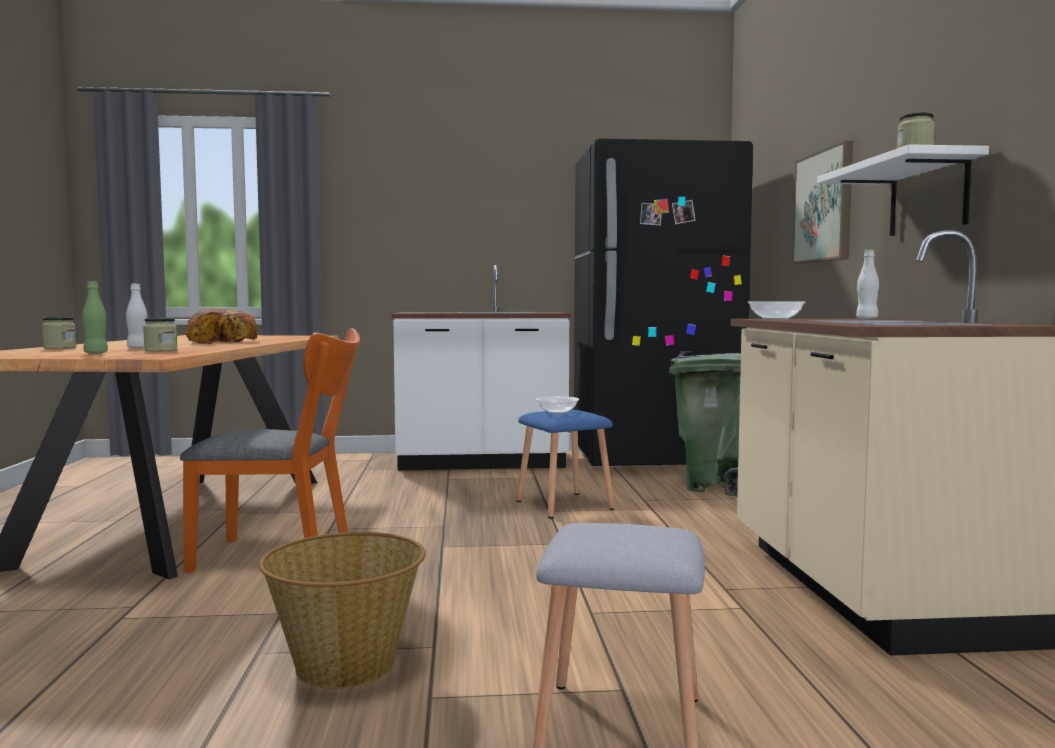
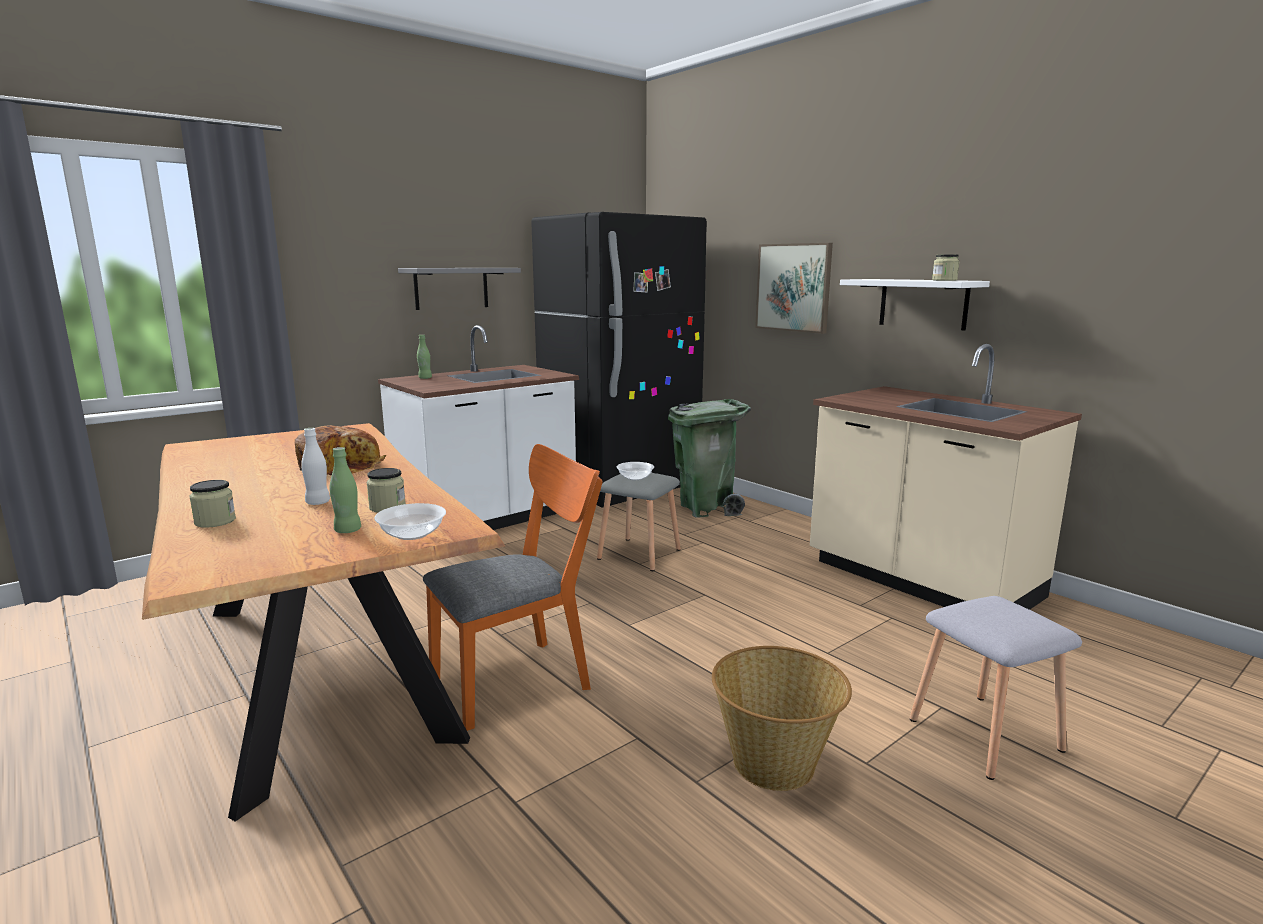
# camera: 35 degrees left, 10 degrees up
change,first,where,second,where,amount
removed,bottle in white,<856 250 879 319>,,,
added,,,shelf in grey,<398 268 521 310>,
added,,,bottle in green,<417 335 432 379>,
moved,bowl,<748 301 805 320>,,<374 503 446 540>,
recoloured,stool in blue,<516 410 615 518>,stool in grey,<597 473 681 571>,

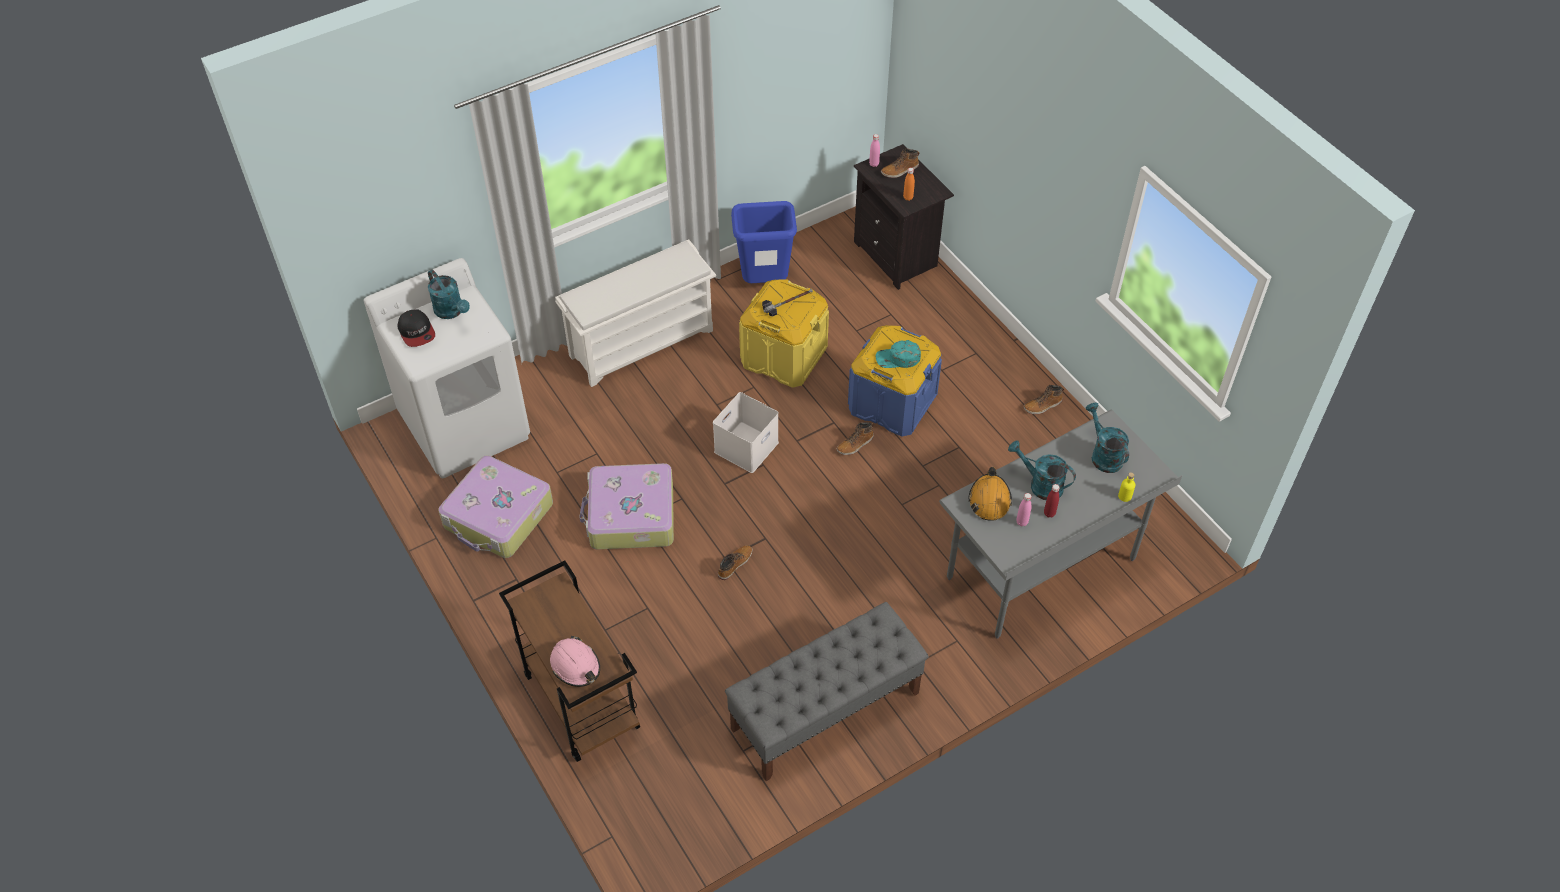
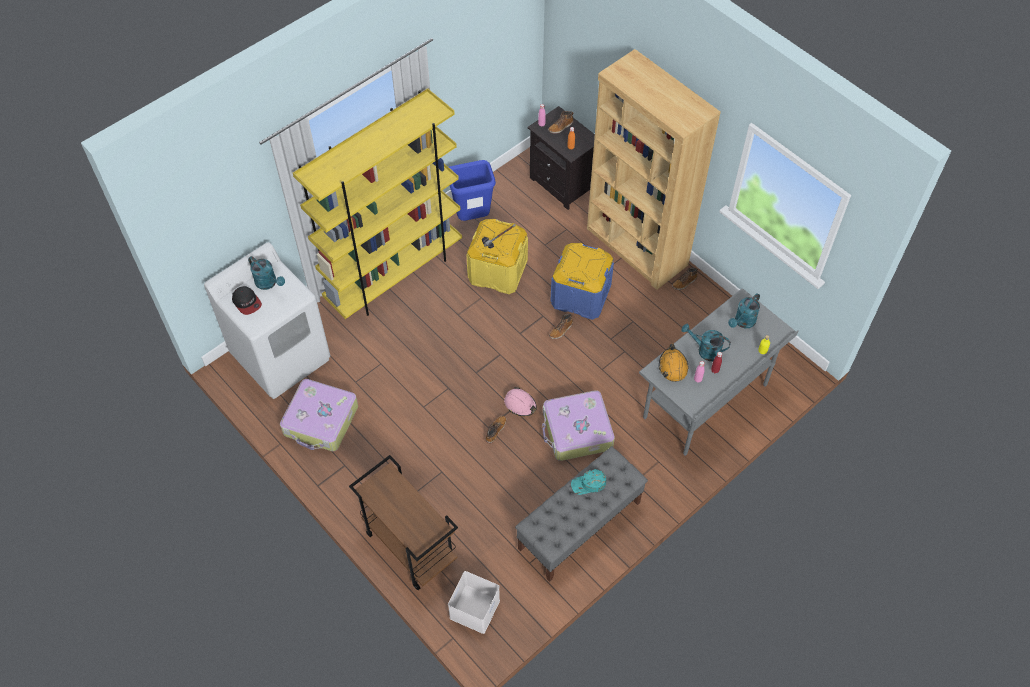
# camera: 10 degrees left, 5 degrees up
change,first,where,second,where,amount
added,,,bookcase in brown,<587 49 721 290>,
moved,hard hat in pink,<550 636 600 687>,,<504 387 537 417>,
moved,suitcase,<579 463 674 549>,,<542 390 615 461>,
moved,storage box in white,<713 392 779 473>,,<448 571 500 634>,
moved,cap in turquoise,<876 340 921 368>,,<571 469 606 495>,
replaced,shoe rack in white,<555 240 716 387>,bookcase in yellow,<293 88 462 319>,
turned,watering can in turquoise,<1085 402 1129 473>,,<728 293 760 328>,105 degrees counterclockwise

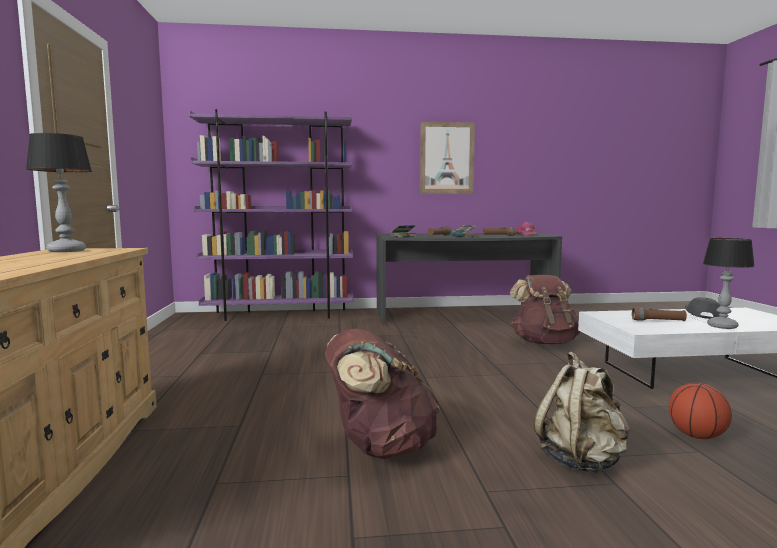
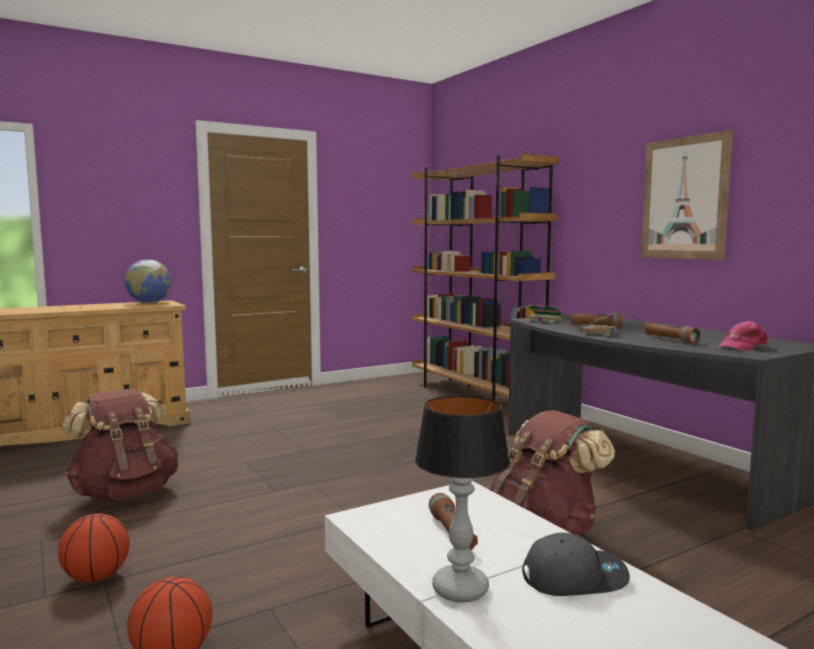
# camera: 65 degrees right, 0 degrees up
change,first,where,second,where,amount
replaced,table lamp,<26 133 92 252>,globe,<125 259 172 303>,
replaced,backpack in beige,<534 351 630 473>,basketball,<58 514 130 583>,
recoloured,bookcase in purple,<189 109 354 321>,bookcase in brown,<412 153 559 400>,

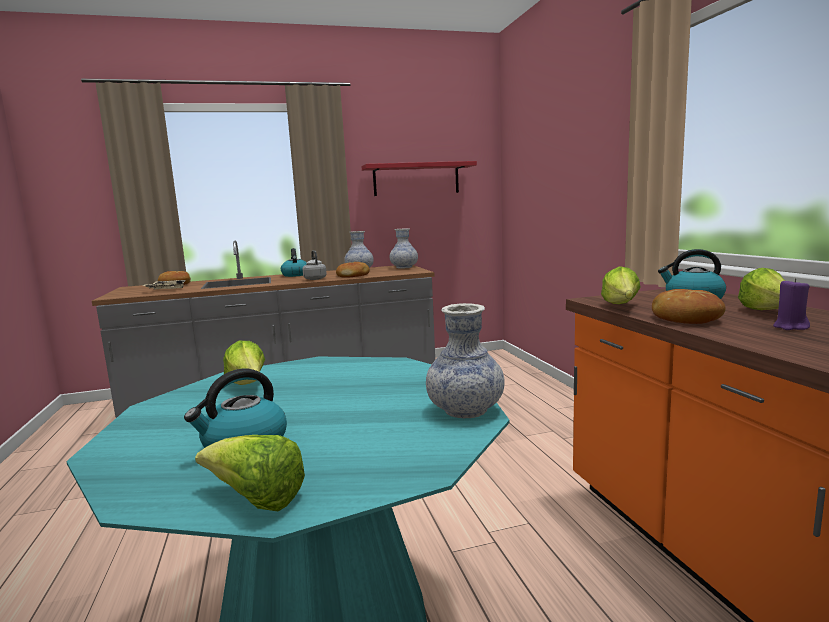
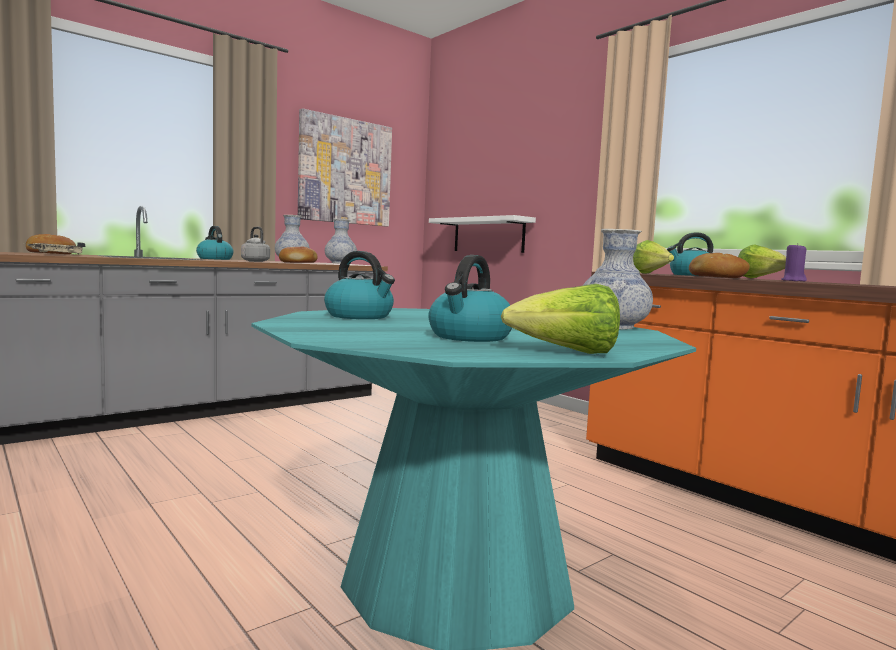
# camera: 25 degrees left, 5 degrees down
change,first,where,second,where,amount
added,,,shelf in white,<429 215 536 253>,
replaced,lettuce,<223 341 265 385>,kettle,<324 251 395 319>,
replaced,shelf in red,<361 161 477 196>,picture,<298 108 392 226>,

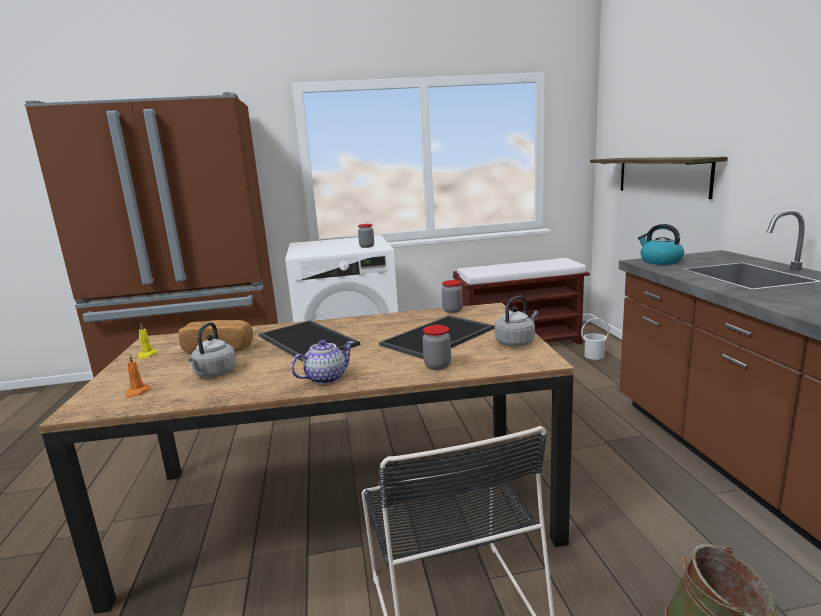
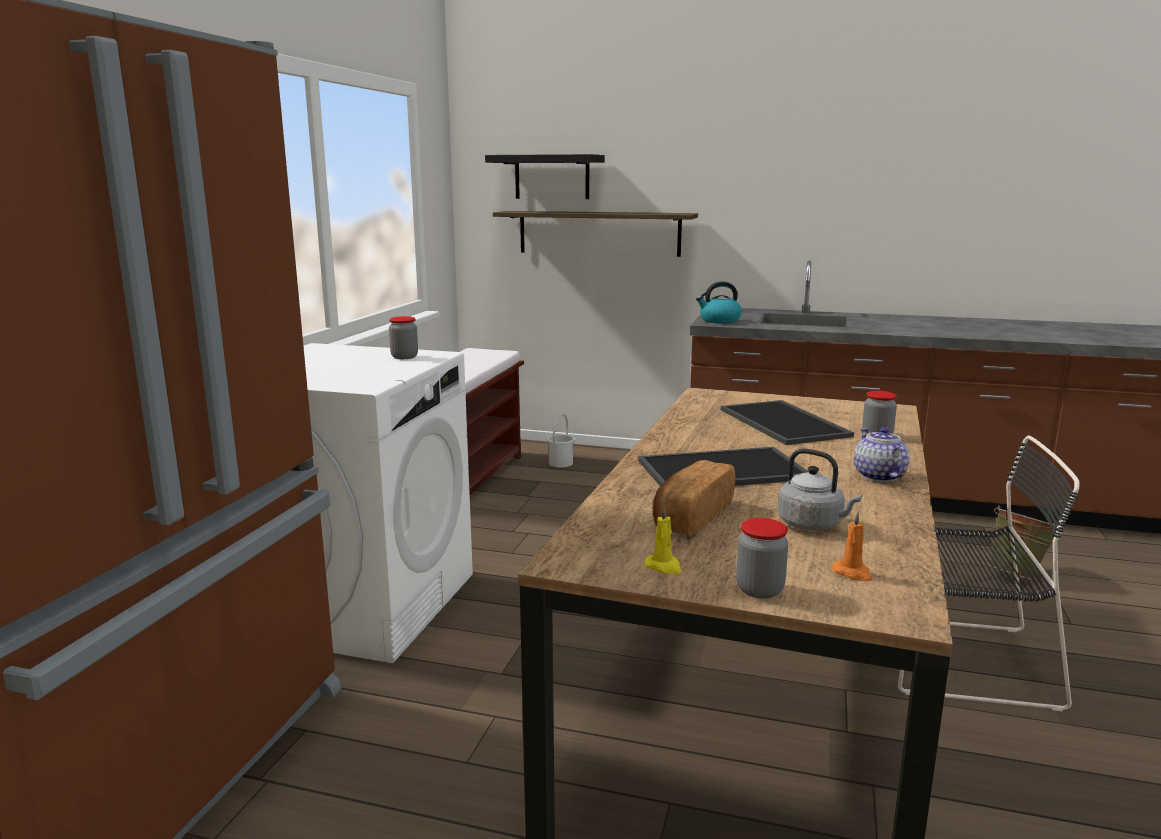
# camera: 65 degrees left, 0 degrees up
change,first,where,second,where,amount
removed,kettle in grey,<495 295 538 347>,,,
added,,,shelf in black,<485 154 605 199>,
moved,jar,<442 280 463 313>,,<736 518 788 599>,

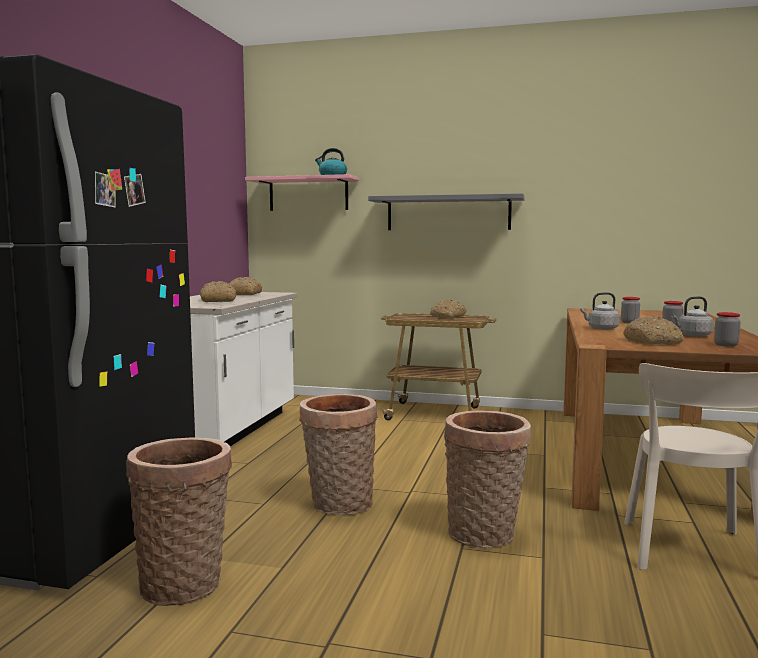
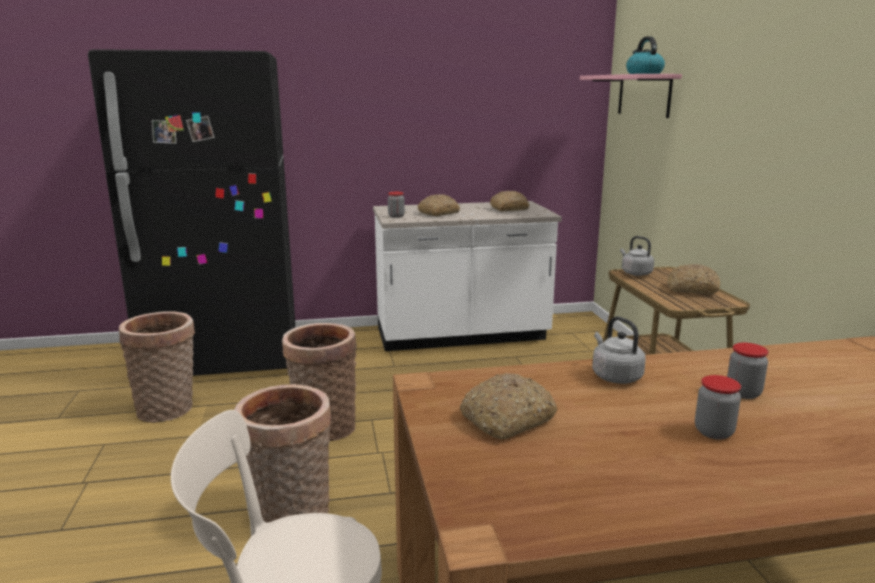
# camera: 65 degrees right, 10 degrees up
change,first,where,second,where,amount
removed,shelf in grey,<368 193 525 230>,,,
moved,kettle in grey,<671 296 714 337>,,<620 236 654 276>,
moved,jar,<714 312 741 347>,,<388 192 405 218>,

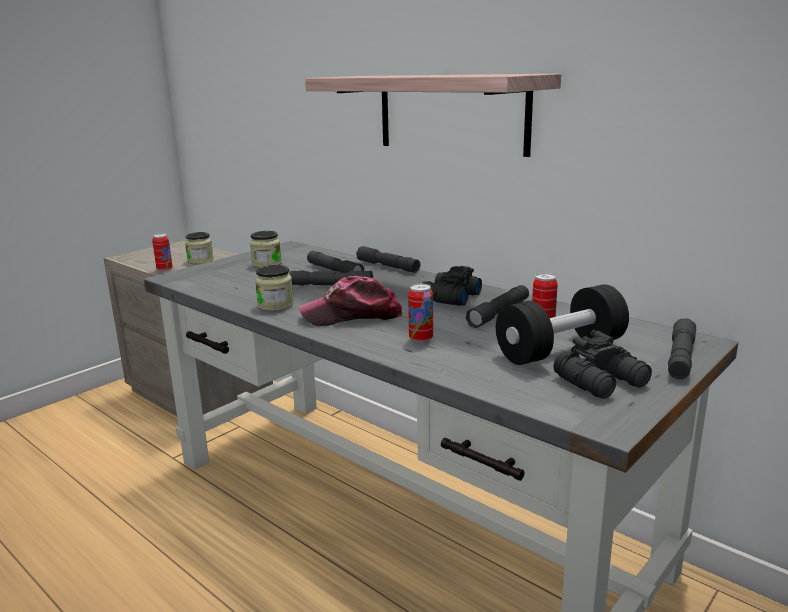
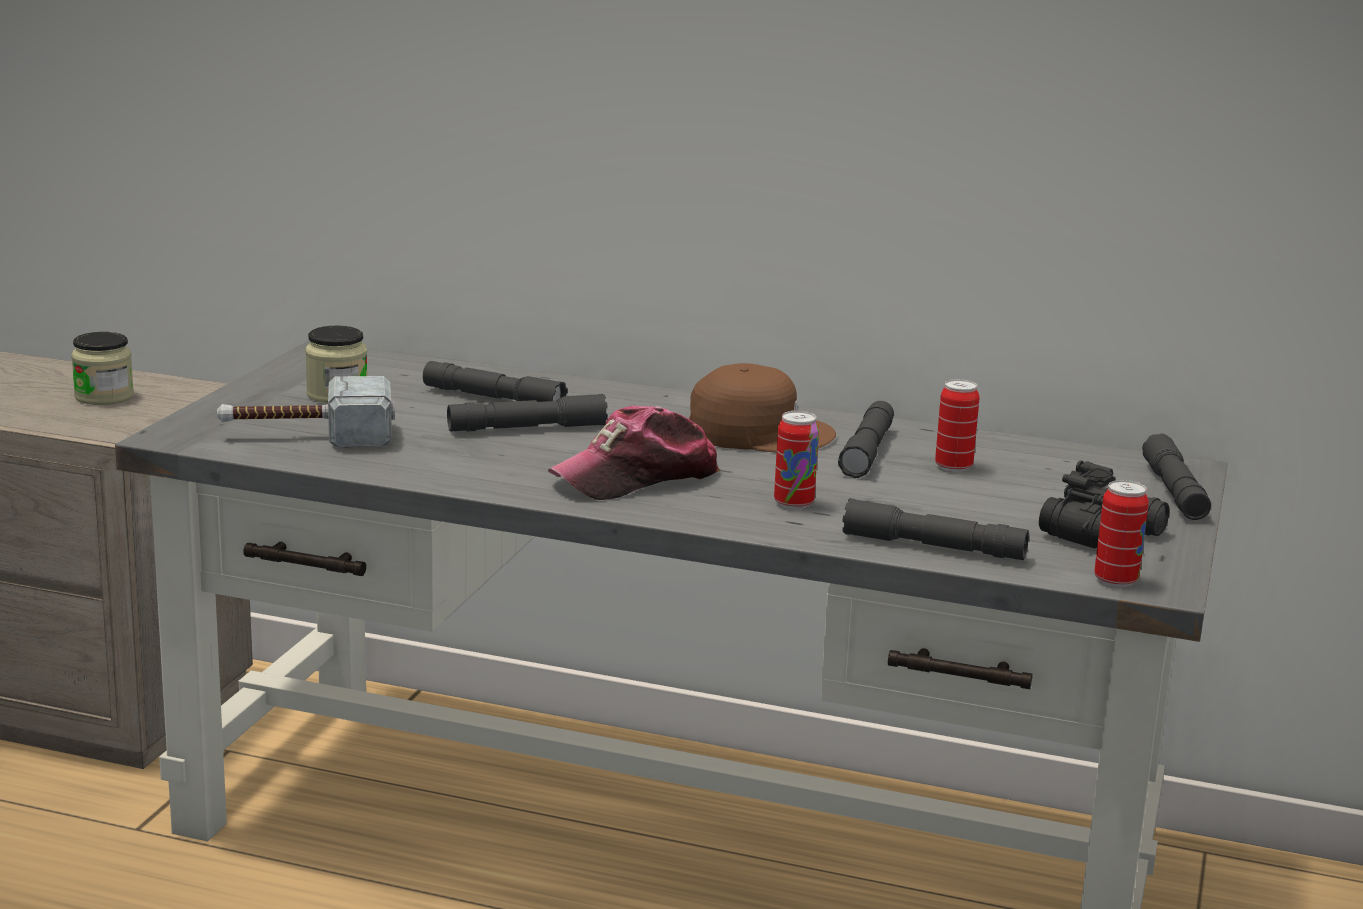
# camera: 25 degrees left, 0 degrees up
change,first,where,second,where,amount
removed,jar,<255 265 294 311>,,,
removed,shelf,<305 74 561 157>,,,
removed,dumbbell in black,<496 284 629 365>,,,
added,,,hammer,<217 376 395 447>,
moved,can,<152 234 173 272>,,<1094 480 1149 587>,
moved,flashlight in grey,<356 246 420 273>,,<842 498 1029 560>,
replaced,binoculars in black,<422 266 482 306>,cap in brown,<689 363 836 453>,

